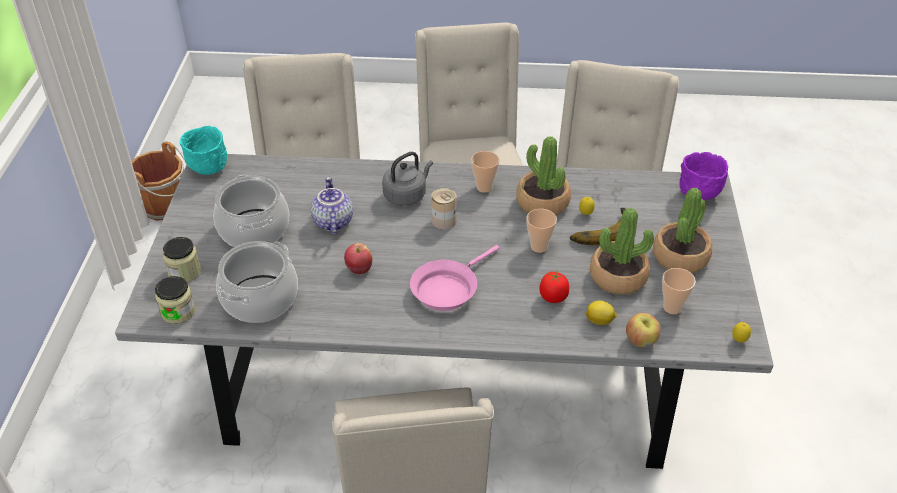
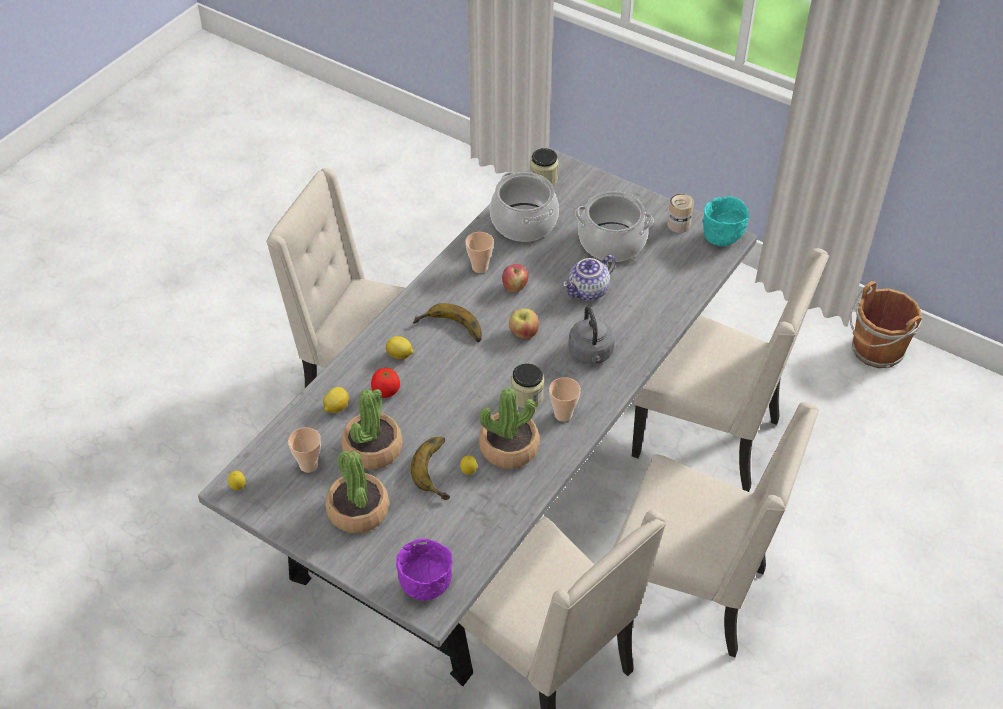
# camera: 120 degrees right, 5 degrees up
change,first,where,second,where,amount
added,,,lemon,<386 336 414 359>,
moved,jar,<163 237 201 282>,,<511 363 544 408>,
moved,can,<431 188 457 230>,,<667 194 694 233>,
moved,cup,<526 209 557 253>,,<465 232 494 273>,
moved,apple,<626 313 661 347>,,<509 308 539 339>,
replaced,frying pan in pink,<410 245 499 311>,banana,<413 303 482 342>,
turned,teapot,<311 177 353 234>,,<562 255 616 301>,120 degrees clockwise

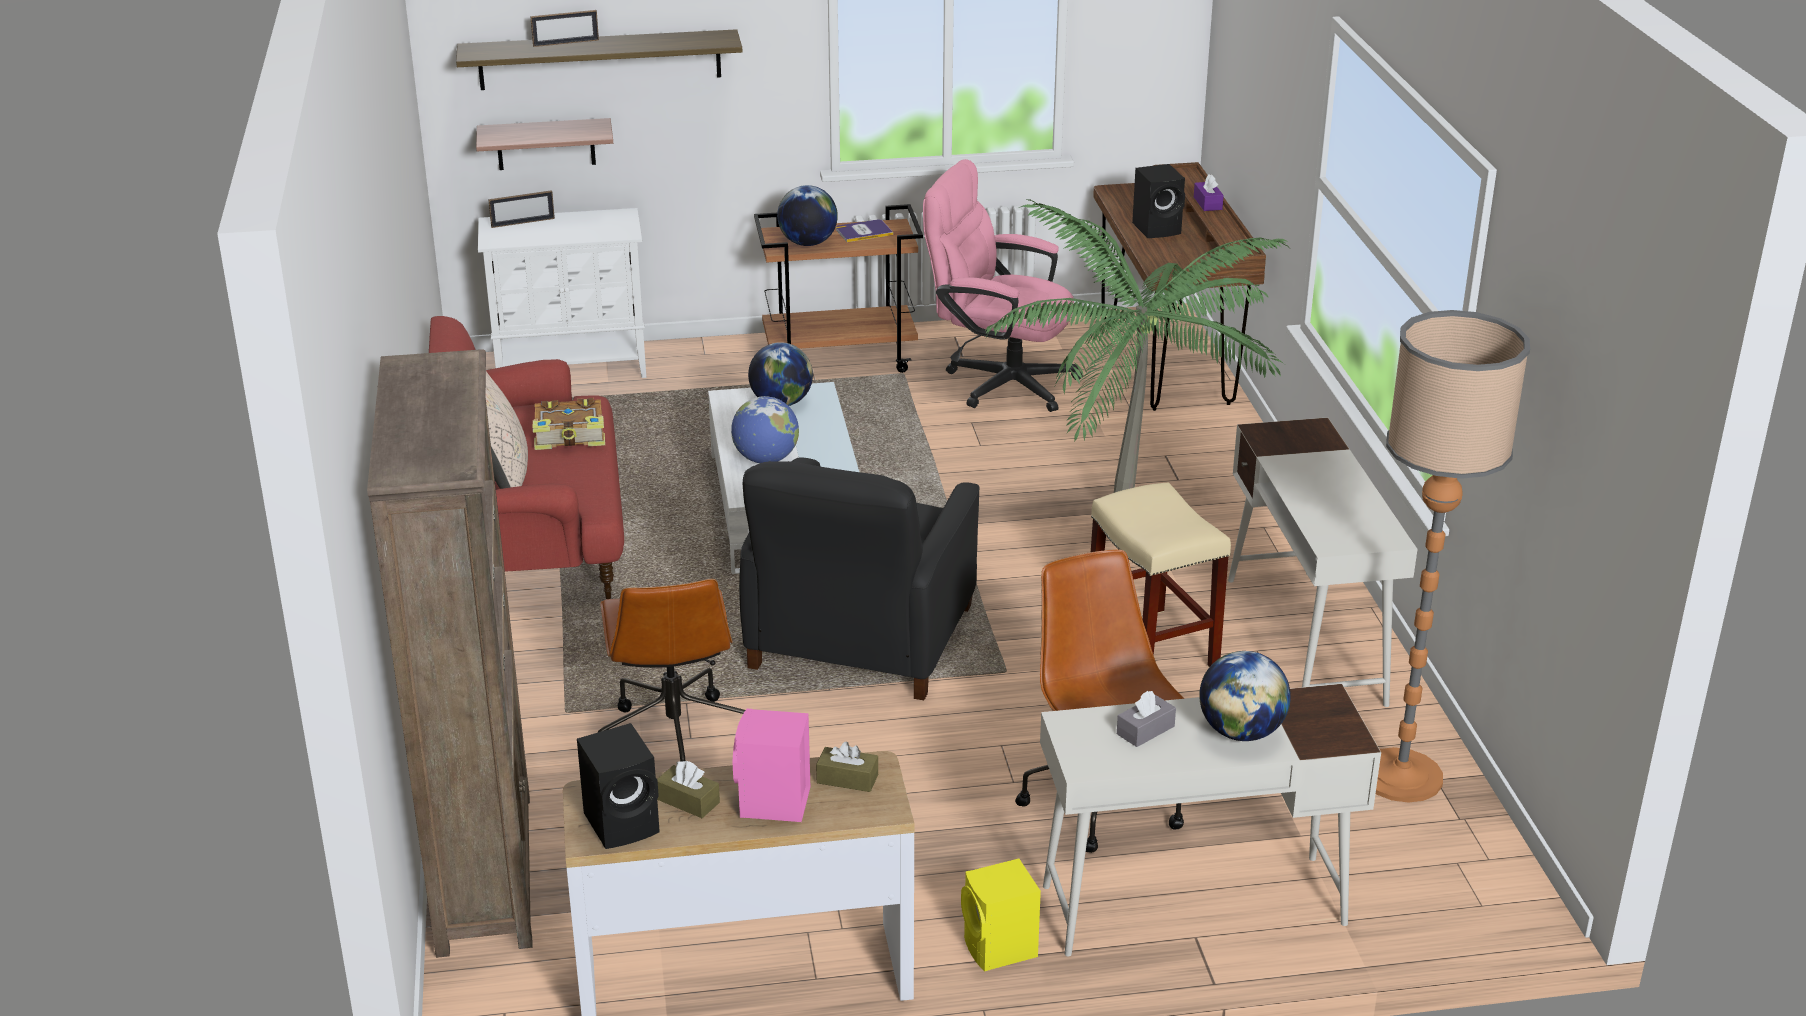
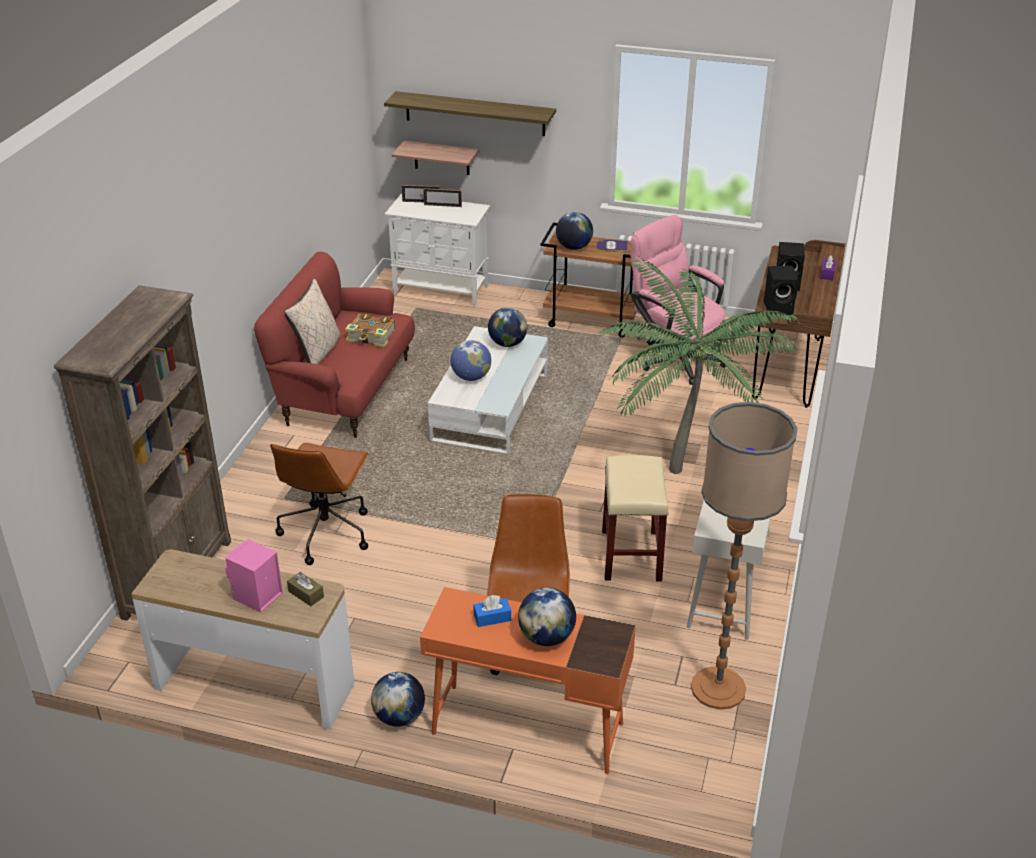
# camera: 25 degrees right, 5 degrees up
change,first,where,second,where,amount
removed,tissue box in brown,<657 761 720 818>,,,
removed,armchair in black,<739 457 979 700>,,,
moved,picture frame,<530 10 599 47>,,<423 188 462 207>,
moved,speaker in black,<577 723 660 849>,,<764 266 798 315>,
replaced,speaker in yellow,<961 859 1041 971>,globe,<371 672 425 727>,
recoloured,desk in white,<1040 684 1381 957>,desk in orange,<420 587 636 774>,
recoloured,tissue box in grey,<1117 691 1176 747>,tissue box in blue,<473 595 511 627>,

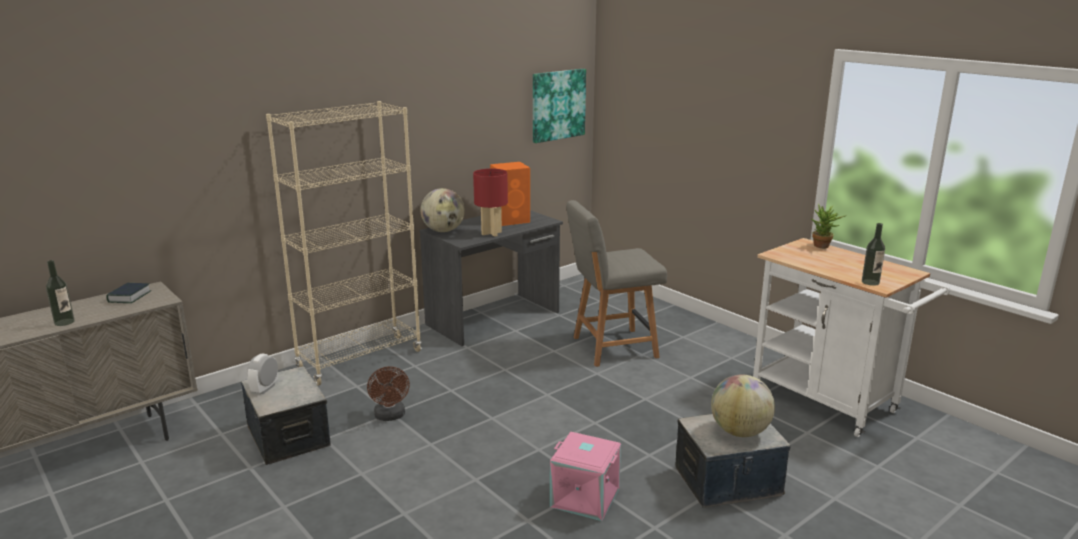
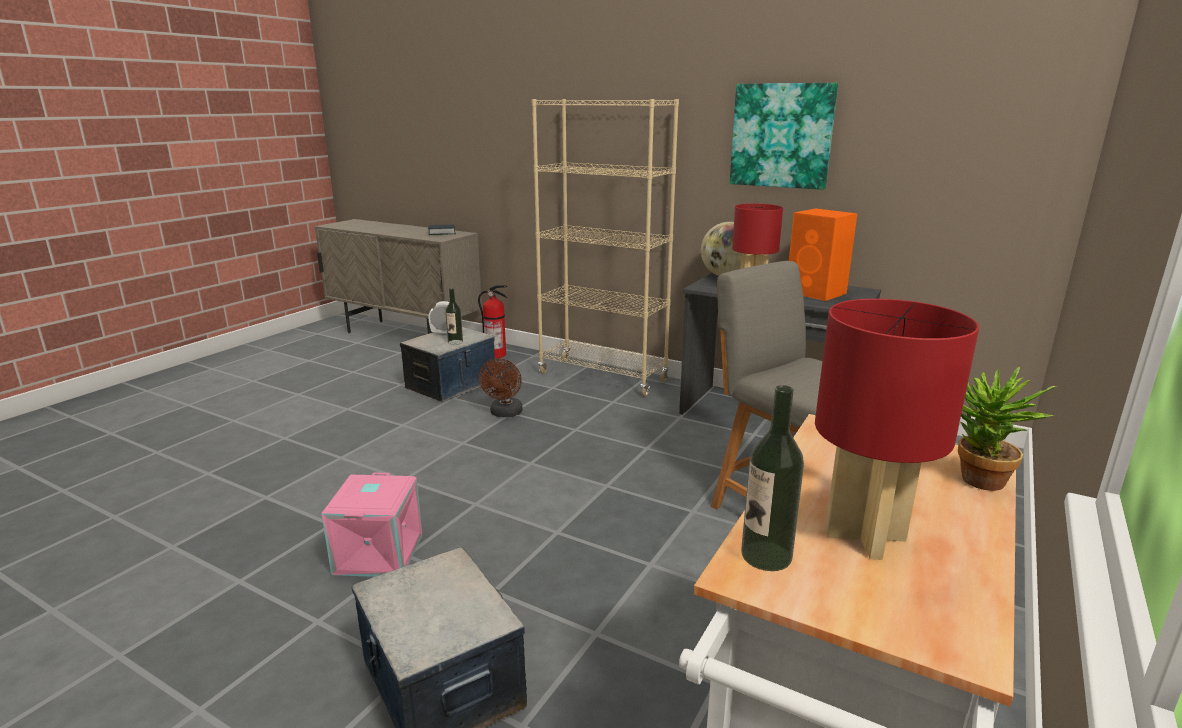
# camera: 70 degrees right, 0 degrees up
change,first,where,second,where,amount
removed,globe,<711 374 775 437>,,,
added,,,fire extinguisher,<478 285 507 358>,
added,,,table lamp in red,<815 299 979 560>,
moved,bottle,<46 260 75 326>,,<445 288 463 345>,
moved,picture,<533 69 586 143>,,<730 83 838 190>,
turned,fan in brown,<367 366 410 421>,,<479 358 523 417>,45 degrees counterclockwise

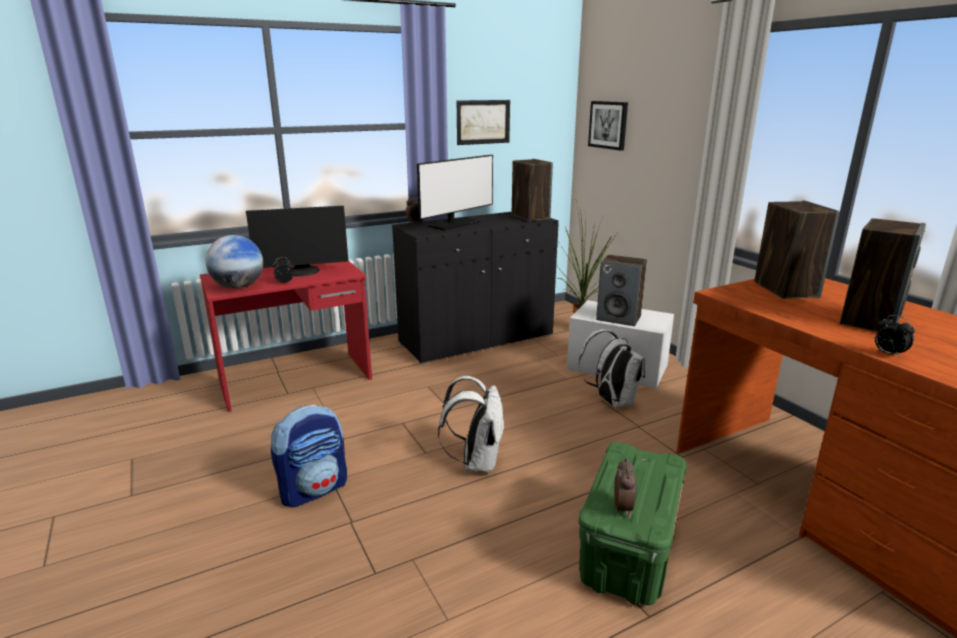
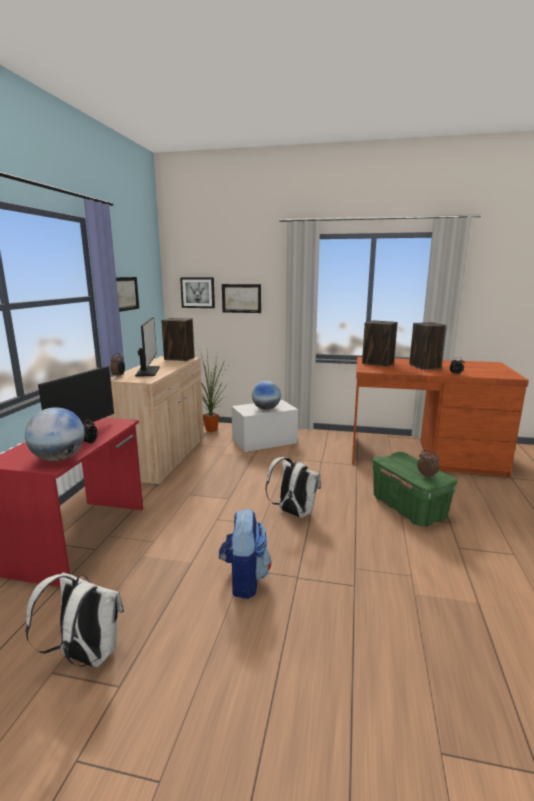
# camera: 50 degrees left, 5 degrees down
change,first,where,second,where,amount
added,,,picture,<222 284 261 313>,
moved,backpack in white,<579 329 646 407>,,<25 572 124 667>,
replaced,speaker,<596 255 647 326>,globe,<252 381 281 410>,
recoloured,cabinet in black,<392 212 559 364>,cabinet in beige,<106 356 204 486>,

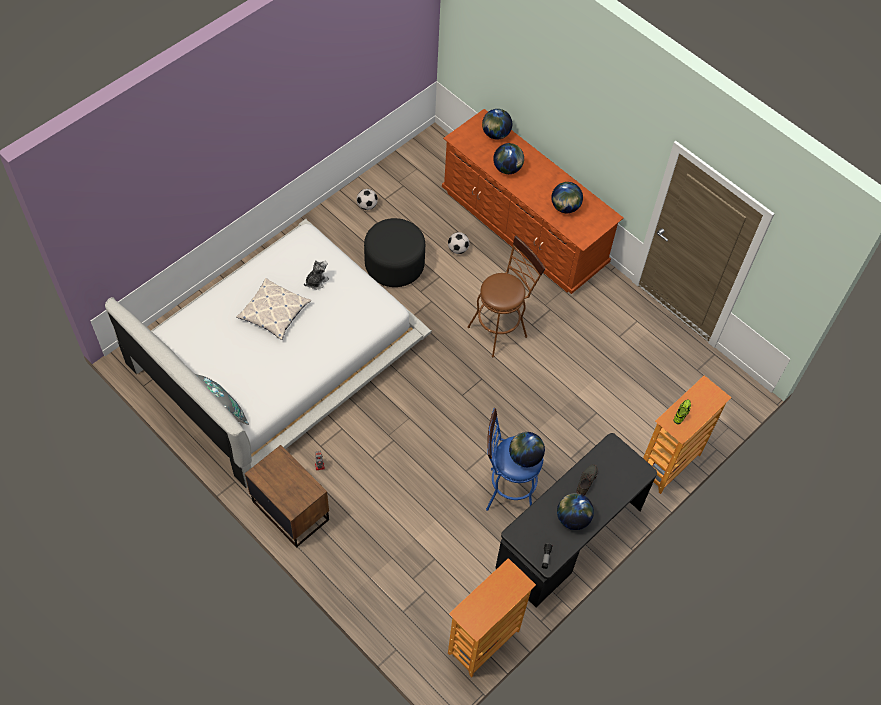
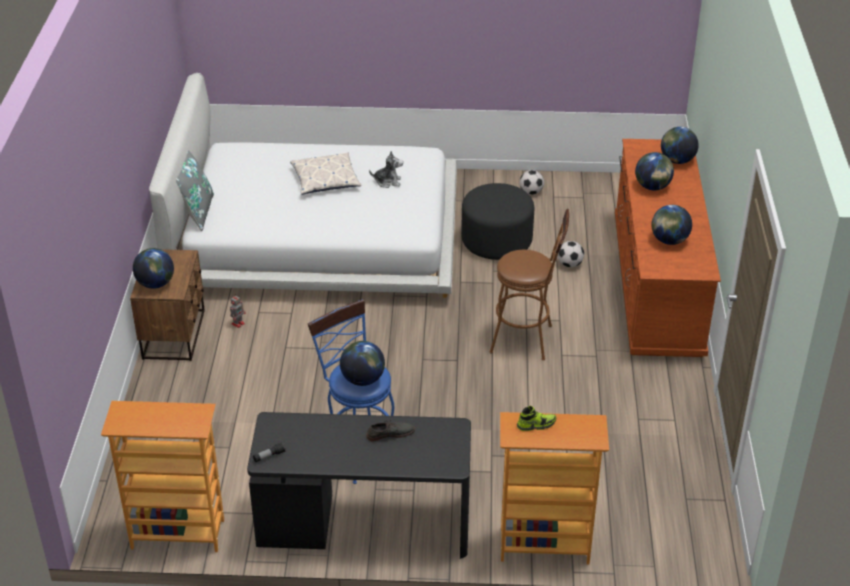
# camera: 50 degrees right, 20 degrees down
change,first,where,second,where,amount
moved,globe,<557 493 594 530>,,<133 248 174 289>,

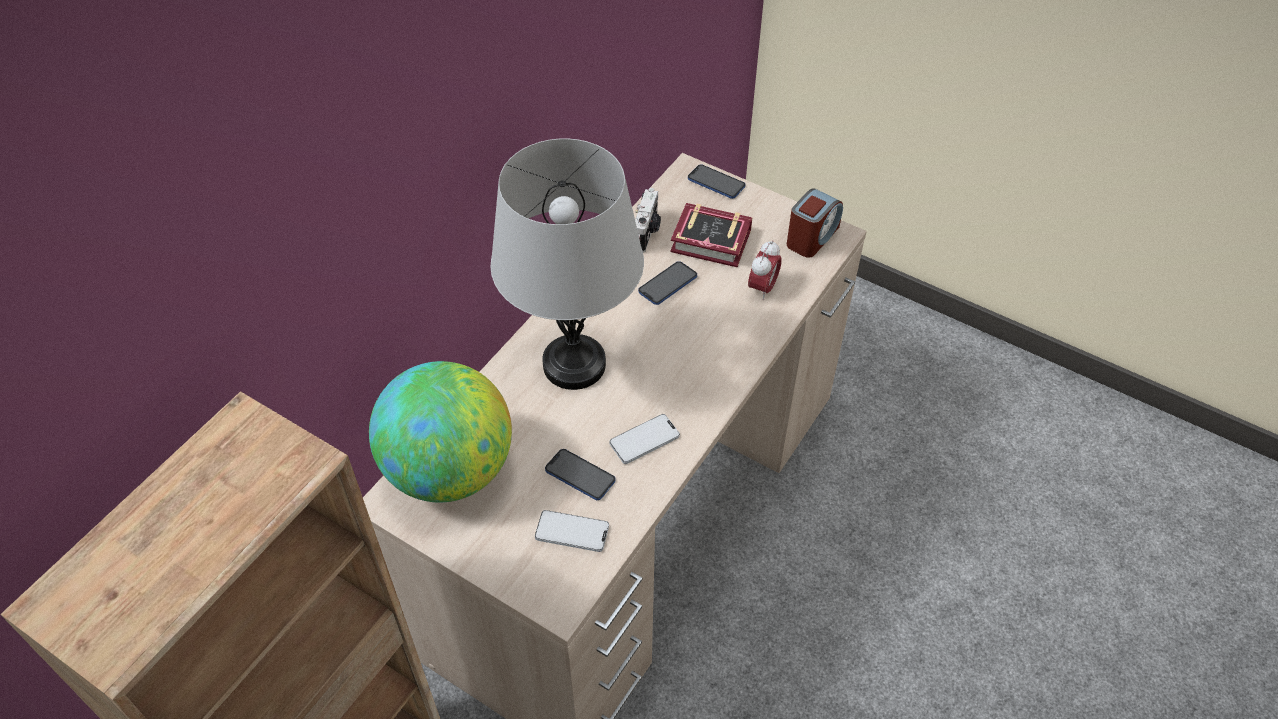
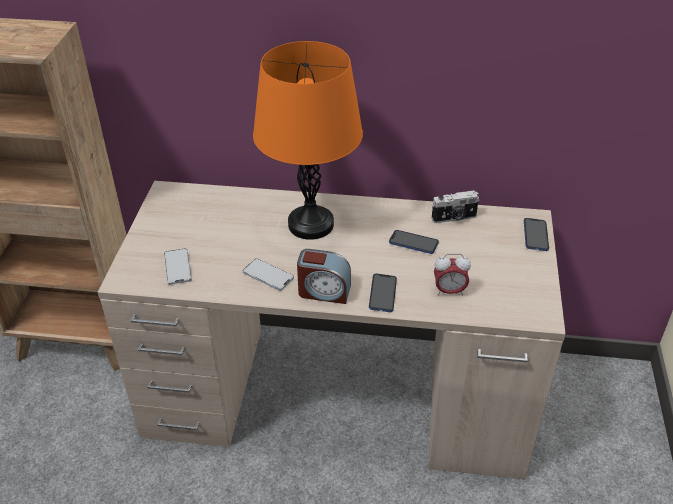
# camera: 65 degrees right, 10 degrees down
change,first,where,second,where,amount
removed,globe,<369 361 512 502>,,,
removed,book,<670 203 752 268>,,,
moved,phone,<545 449 615 500>,,<369 274 397 312>,
moved,alarm clock,<787 189 843 258>,,<297 249 351 304>,
recoloured,table lamp in grey,<490 139 644 390>,table lamp in orange,<253 41 363 240>,

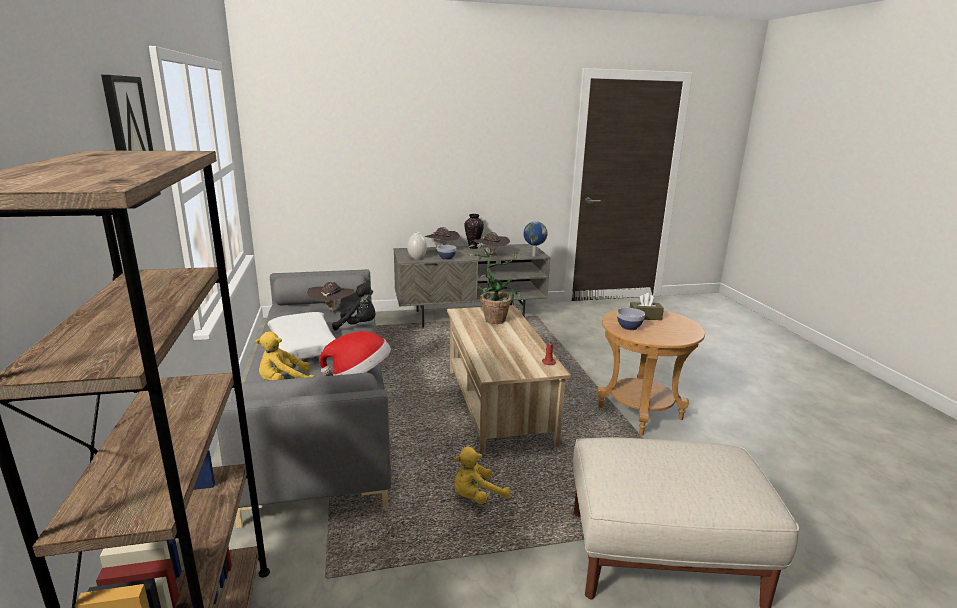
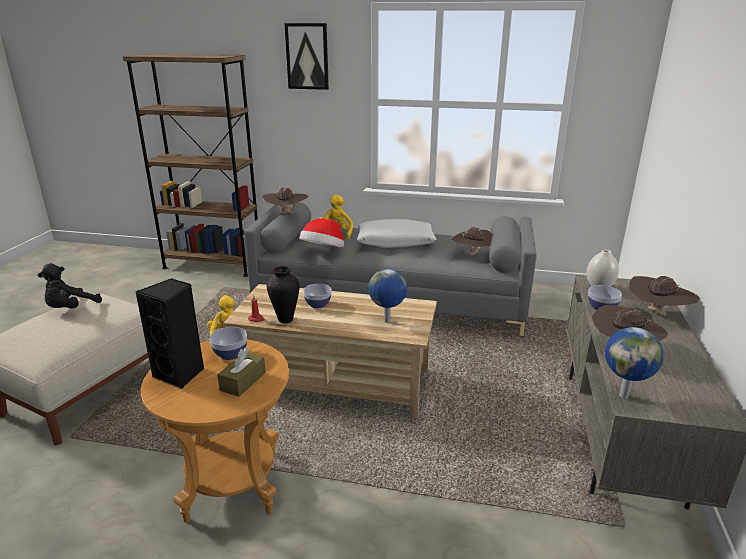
# camera: 115 degrees right, 5 degrees up
change,first,where,second,where,amount
added,,,speaker in black,<135 278 204 390>,
added,,,hat in brown,<263 187 309 213>,
added,,,bowl,<303 284 332 309>,
moved,plush toy in black,<332 283 376 331>,,<38 263 102 309>,
moved,vase,<464 214 484 249>,,<267 266 300 323>,
replaced,potted plant,<468 243 527 324>,globe,<368 269 407 323>,

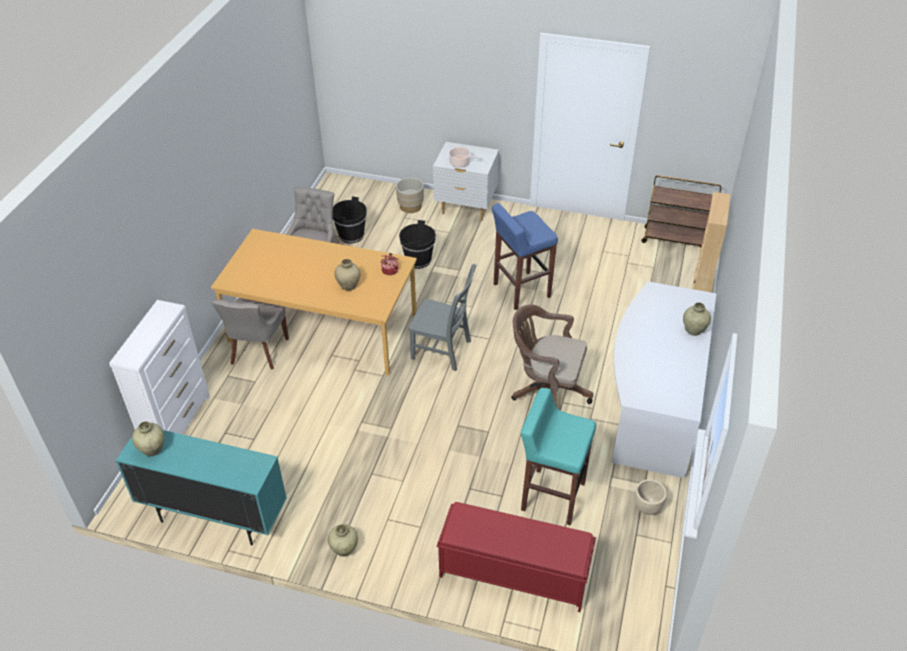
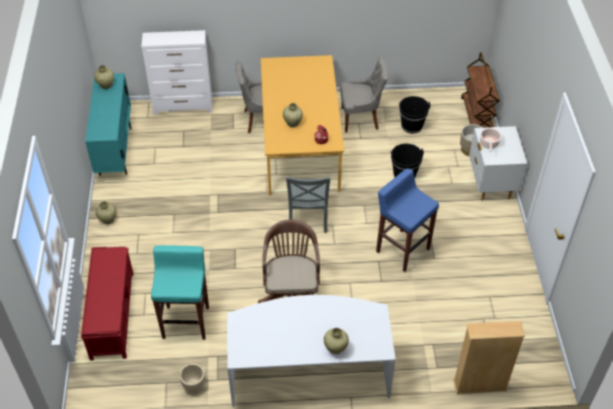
# camera: 70 degrees right, 5 degrees up
change,first,where,second,where,amount
moved,cart in brown,<641 175 721 248>,,<461 52 500 128>,

